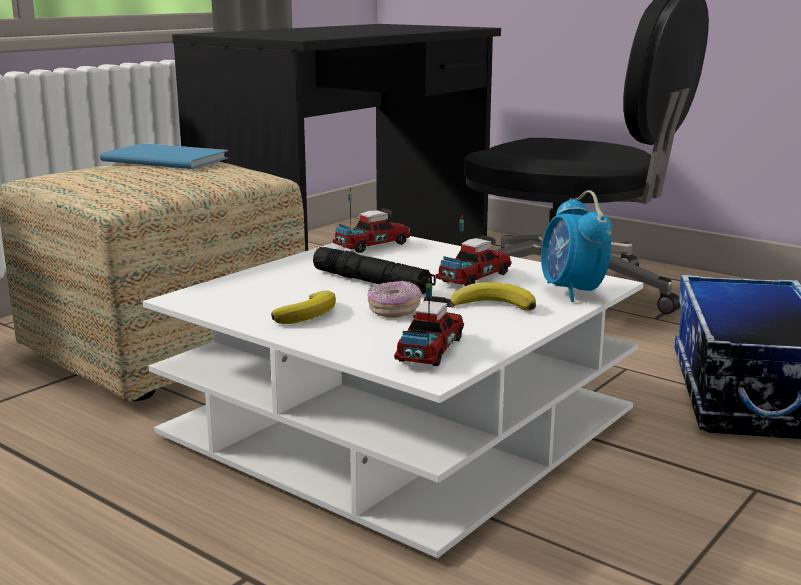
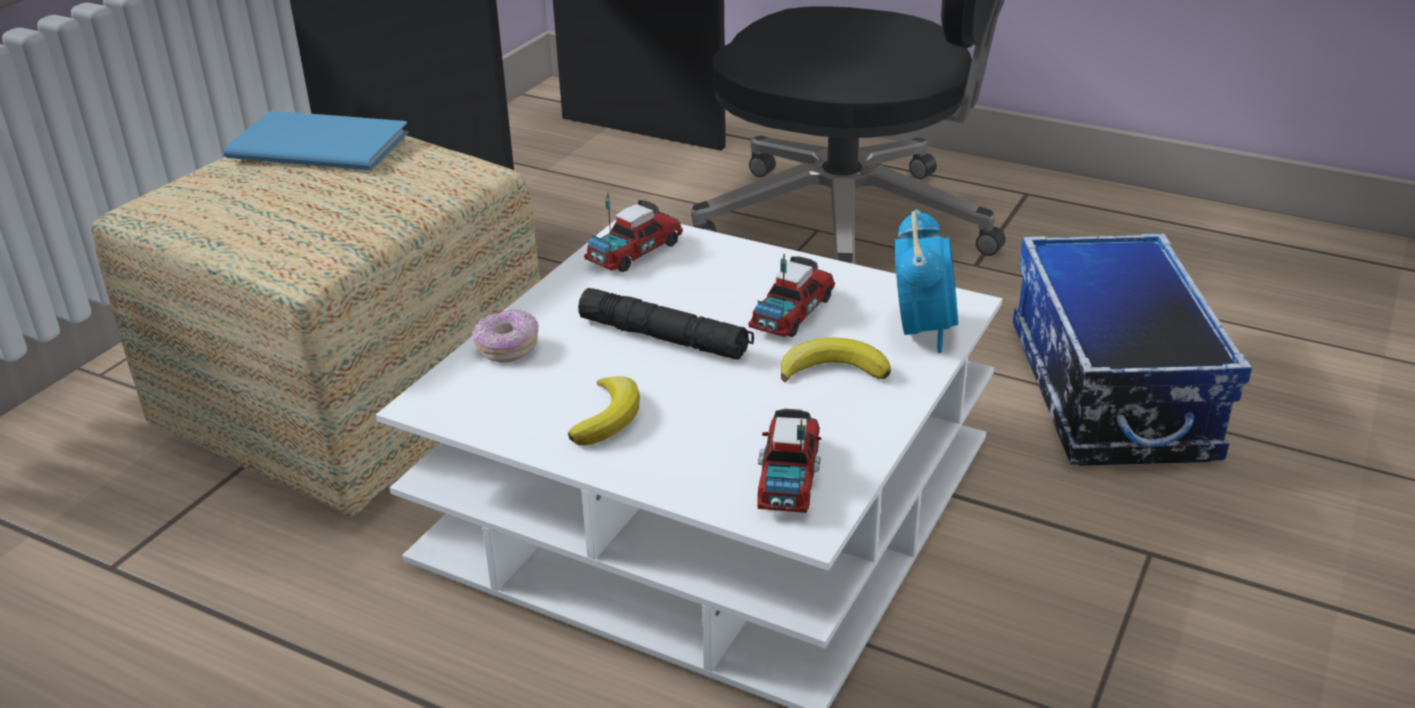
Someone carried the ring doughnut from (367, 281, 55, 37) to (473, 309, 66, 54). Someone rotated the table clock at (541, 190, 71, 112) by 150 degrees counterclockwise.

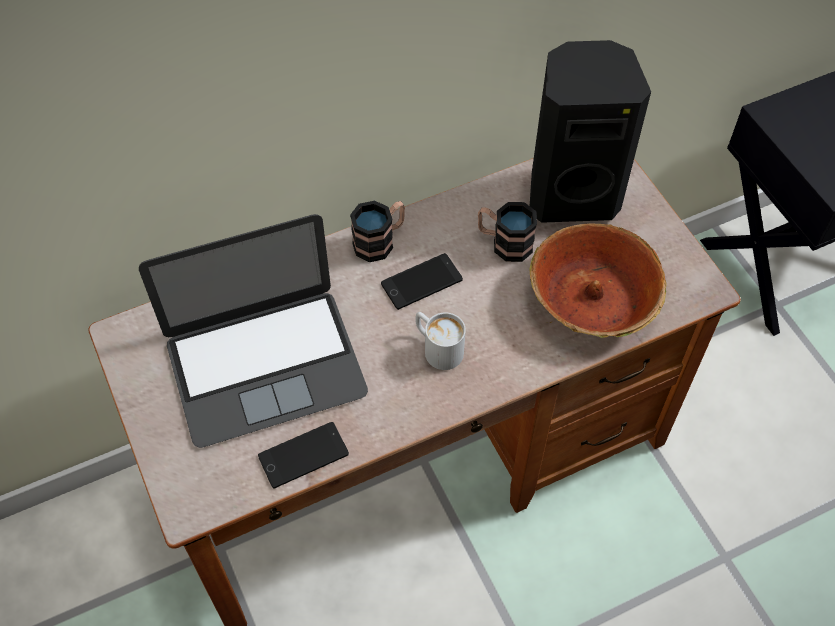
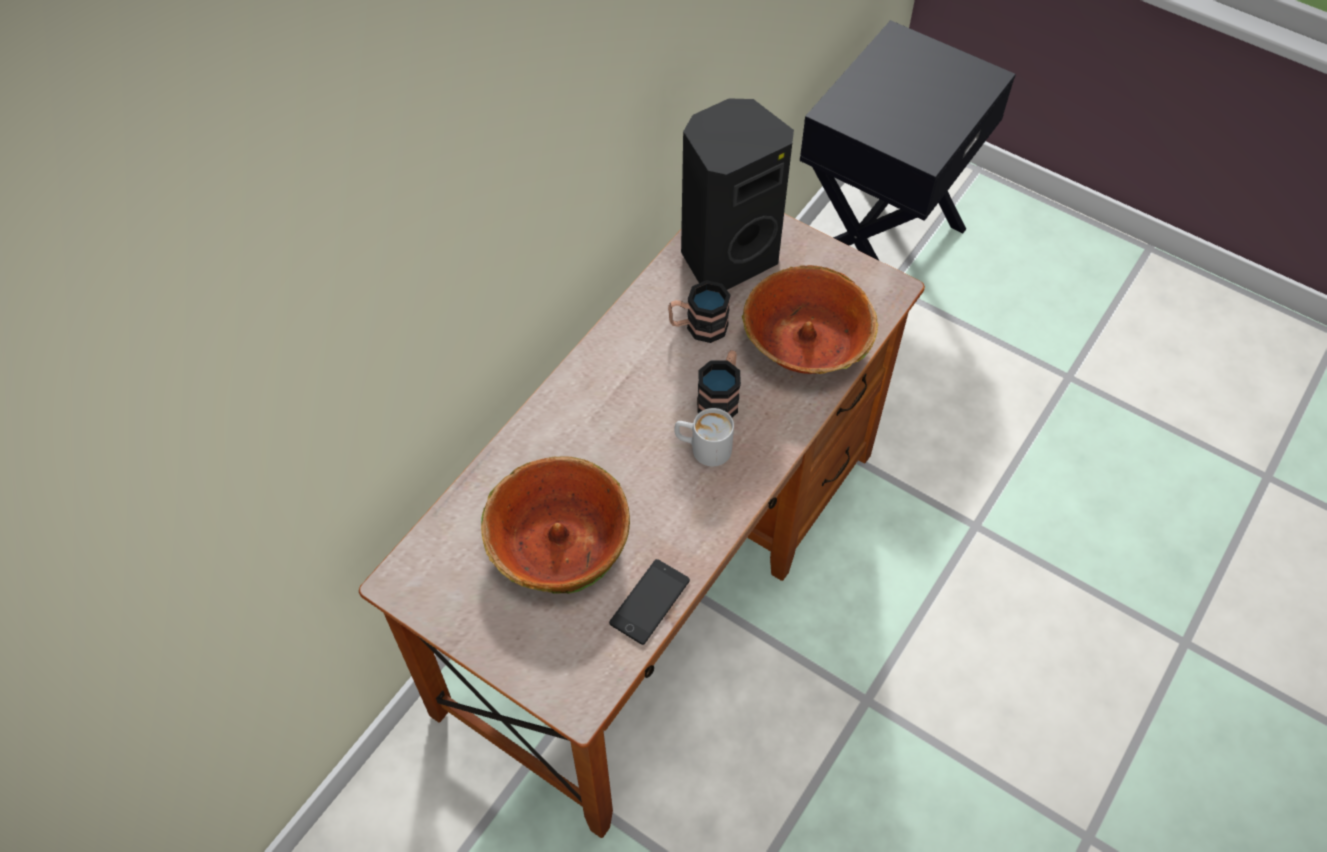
Someone took away the telephone at (381, 253, 82, 57). Someone carried the coffee mug from (350, 201, 55, 61) to (697, 350, 44, 67). Someone swapped the laptop at (139, 214, 229, 234) for the deep dish at (481, 456, 149, 138).

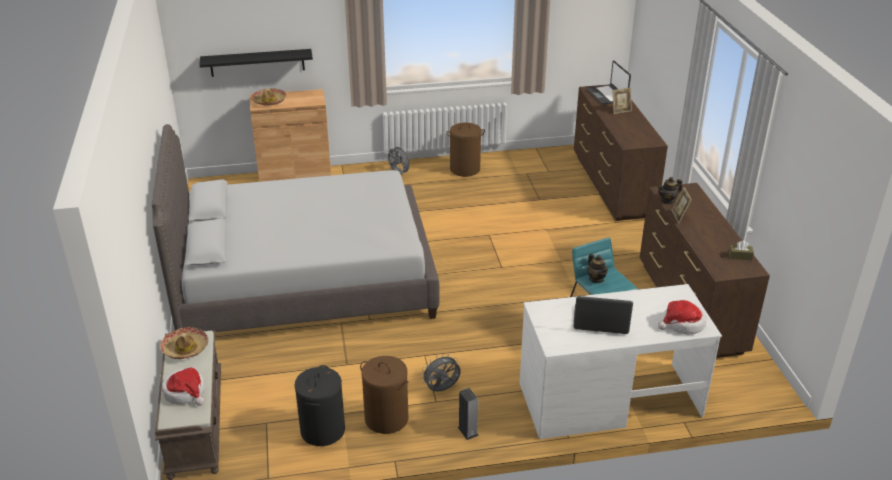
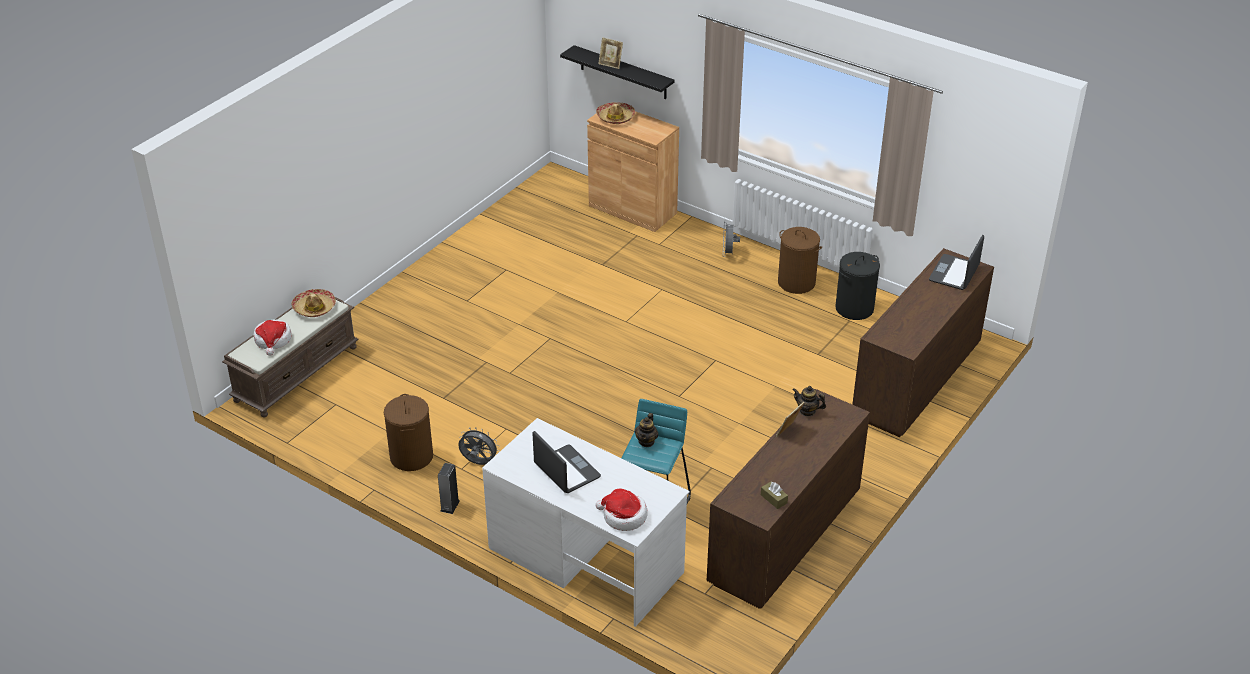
Someone took away the sleeping bed in greyish at (152, 124, 288, 208). Someone carried the laundry basket in blackish from (294, 365, 51, 81) to (835, 252, 45, 68). Someone carried the picture frame from (613, 88, 19, 26) to (598, 37, 25, 32).

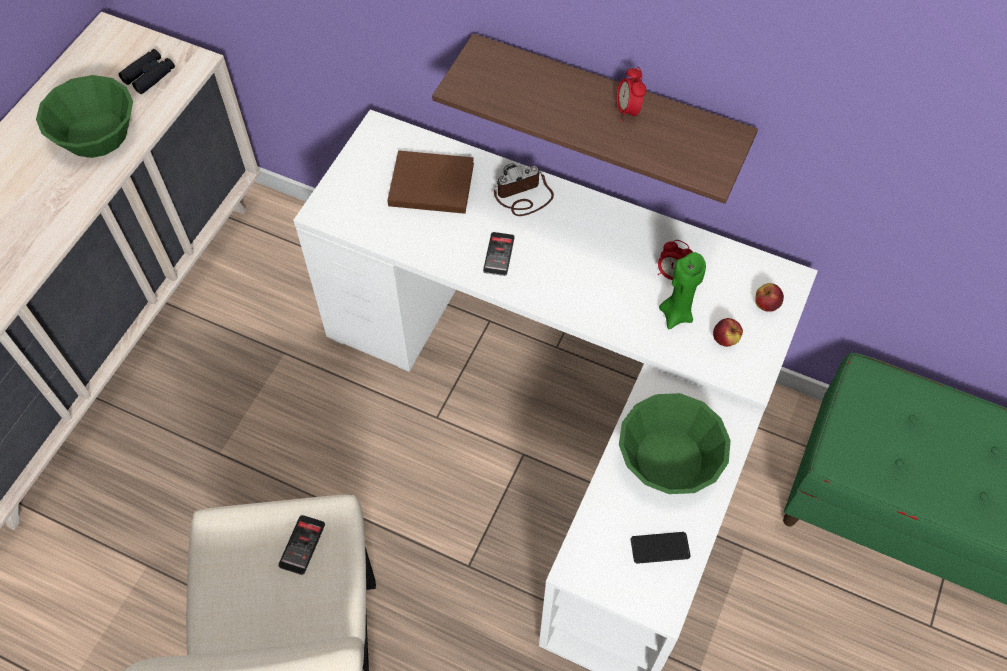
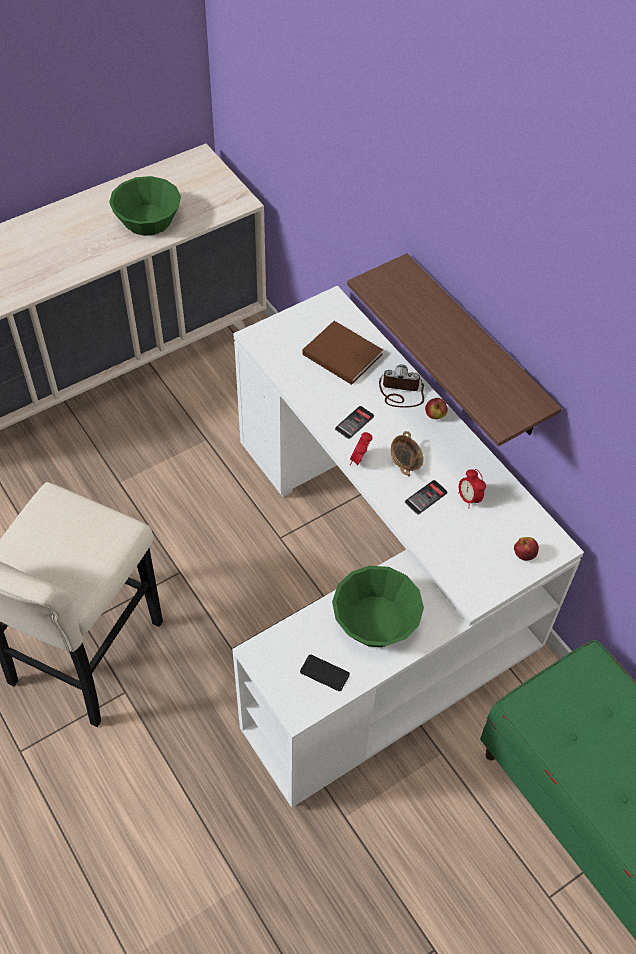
Someone took away the field glasses in blackish at (119, 49, 56, 45). Someone took away the wax candle in green at (659, 252, 47, 77). Someone put down the deep dish at (391, 431, 33, 45). Someone carried the telephone from (278, 515, 47, 60) to (405, 480, 42, 34). Someone carried the table clock from (617, 67, 30, 54) to (350, 432, 23, 33). Someone carried the whole apple from (713, 318, 30, 29) to (425, 398, 23, 21).

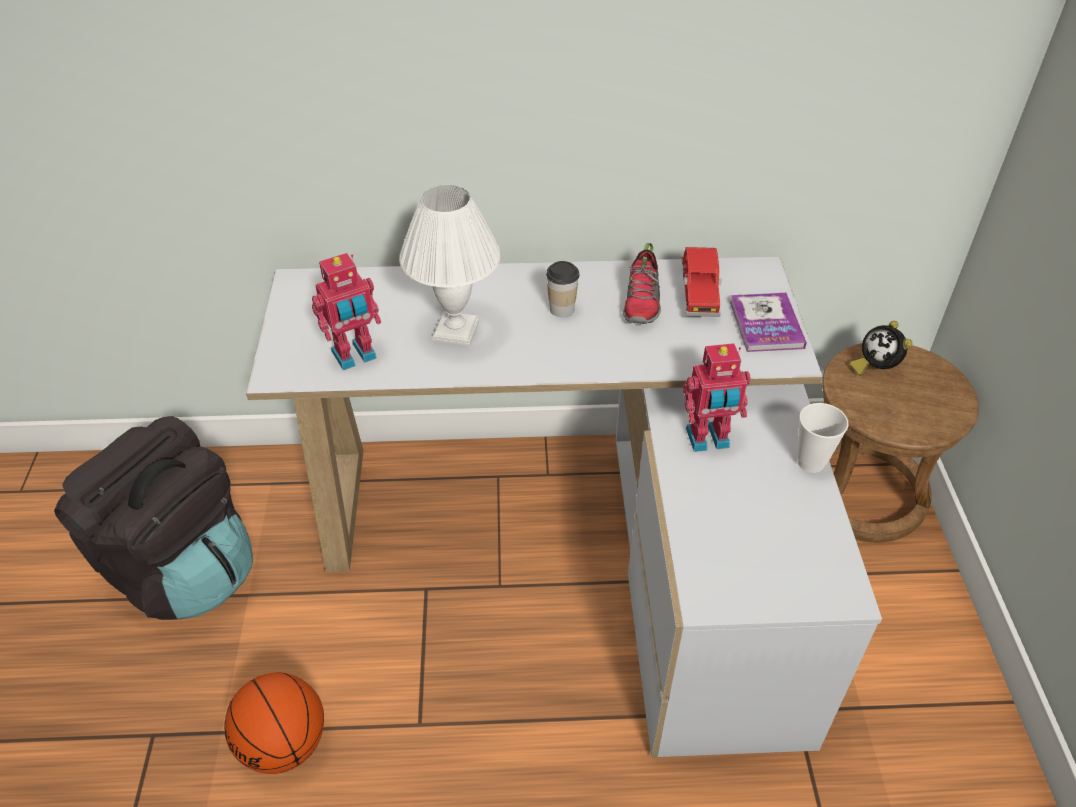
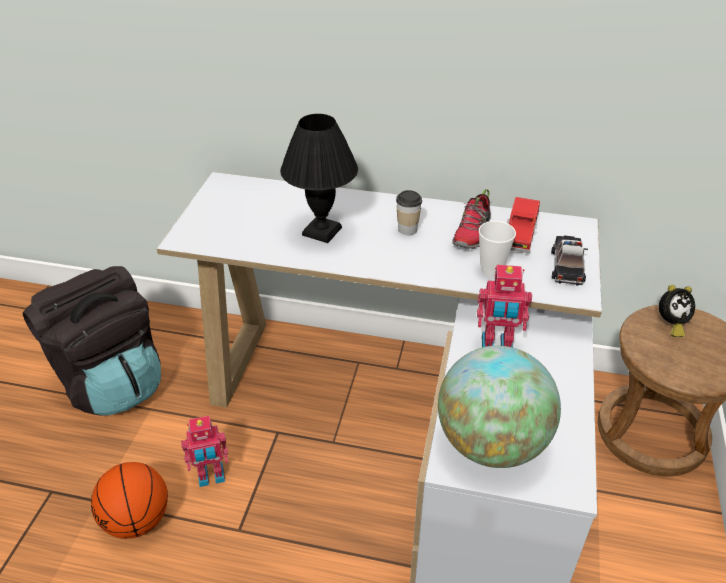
Someone put down the globe at (438, 346, 123, 122). Someone carried the toy robot from (312, 253, 69, 117) to (181, 416, 47, 71). Someone carried the drinking cup from (797, 403, 52, 70) to (479, 221, 37, 56). Someone swapped the volume at (730, 293, 77, 59) for the toy car at (551, 236, 37, 49). Someone repainted the lamp for a table in whitish at (399, 185, 102, 161), which became the lamp for a table in blackish at (280, 114, 78, 129). Someone rotated the table clock at (850, 321, 63, 54) by 90 degrees counterclockwise.

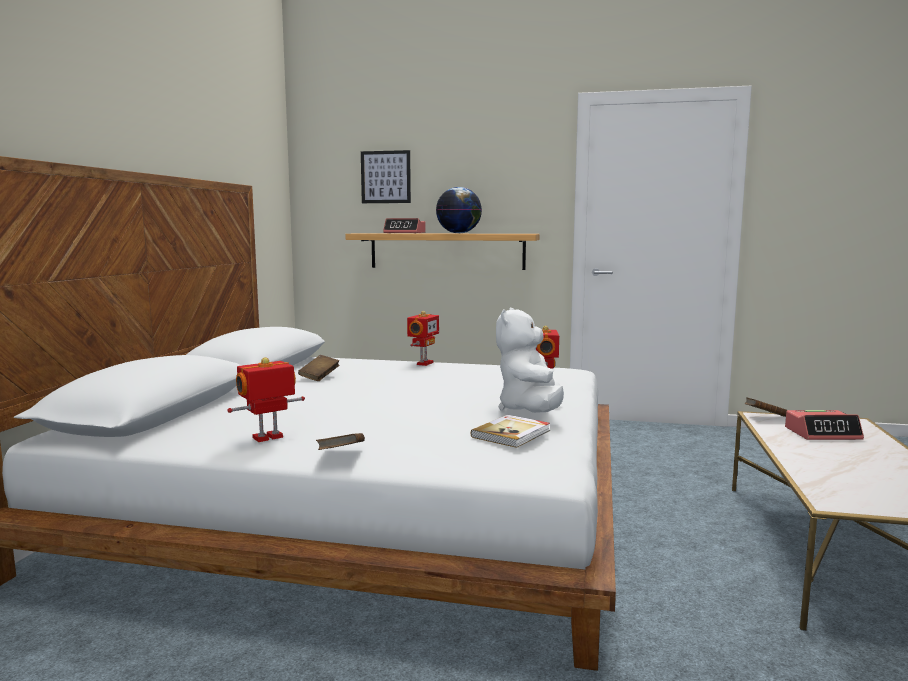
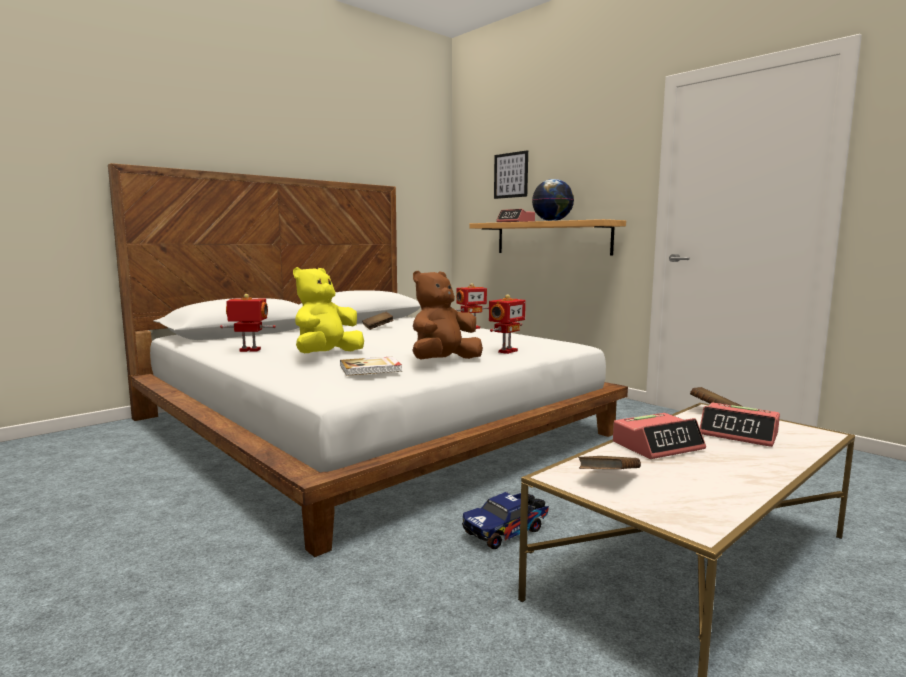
Someone put down the cuddly toy in yellow-coloured at (293, 267, 71, 86). Someone put down the toy lorry at (462, 492, 87, 57). Someone put down the table clock at (613, 413, 93, 46). Someone carried the volume in brown-coloured from (316, 433, 49, 17) to (578, 456, 63, 13). Someone repainted the cuddly toy in whitish at (496, 308, 68, 105), which became the cuddly toy in brown-coloured at (412, 271, 71, 88).

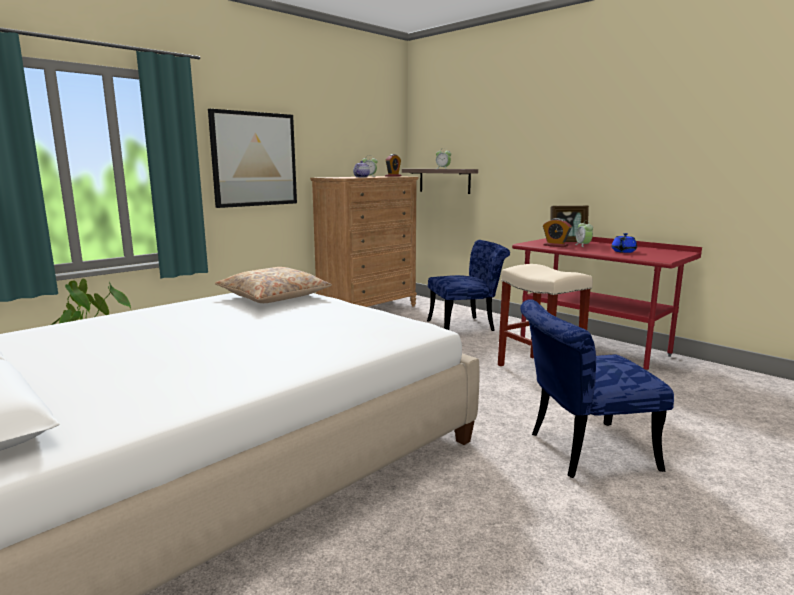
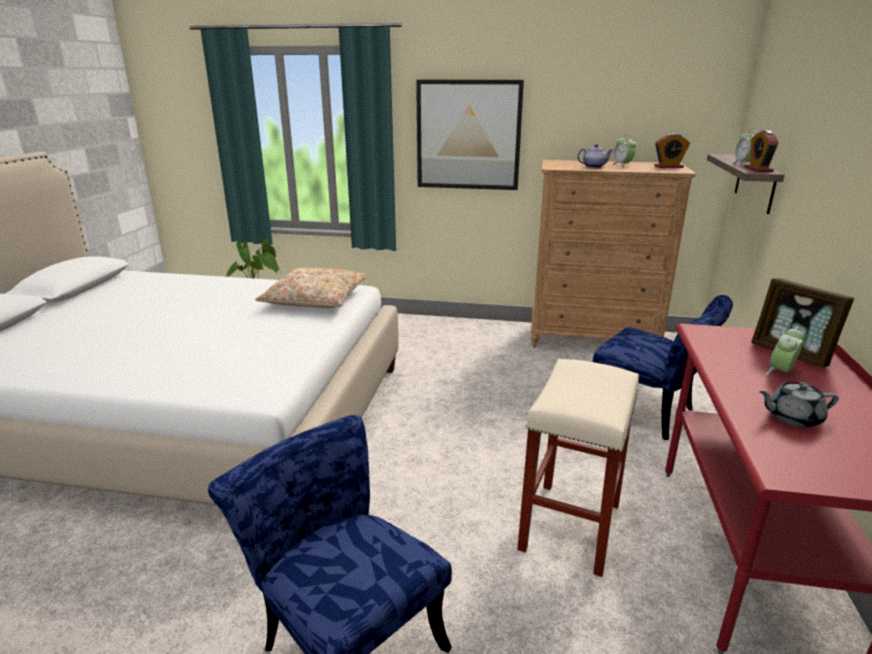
Someone carried the table clock from (543, 218, 29, 29) to (744, 131, 34, 41). Someone repainted the teapot in blue at (612, 233, 25, 20), which became the teapot in greyish at (759, 382, 80, 46).

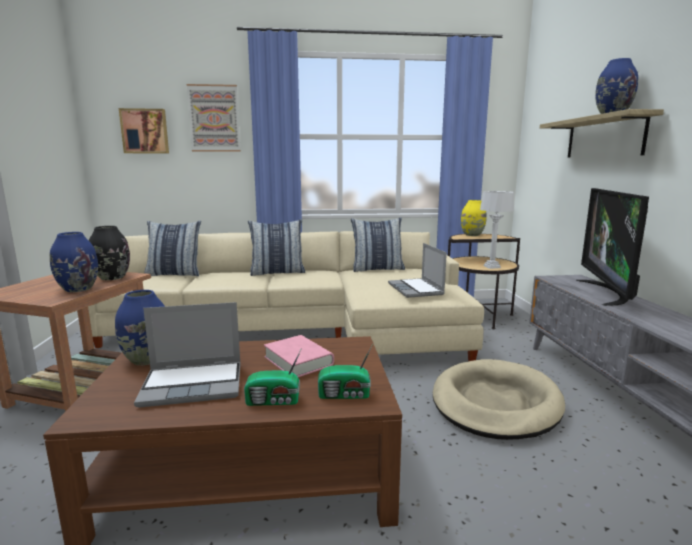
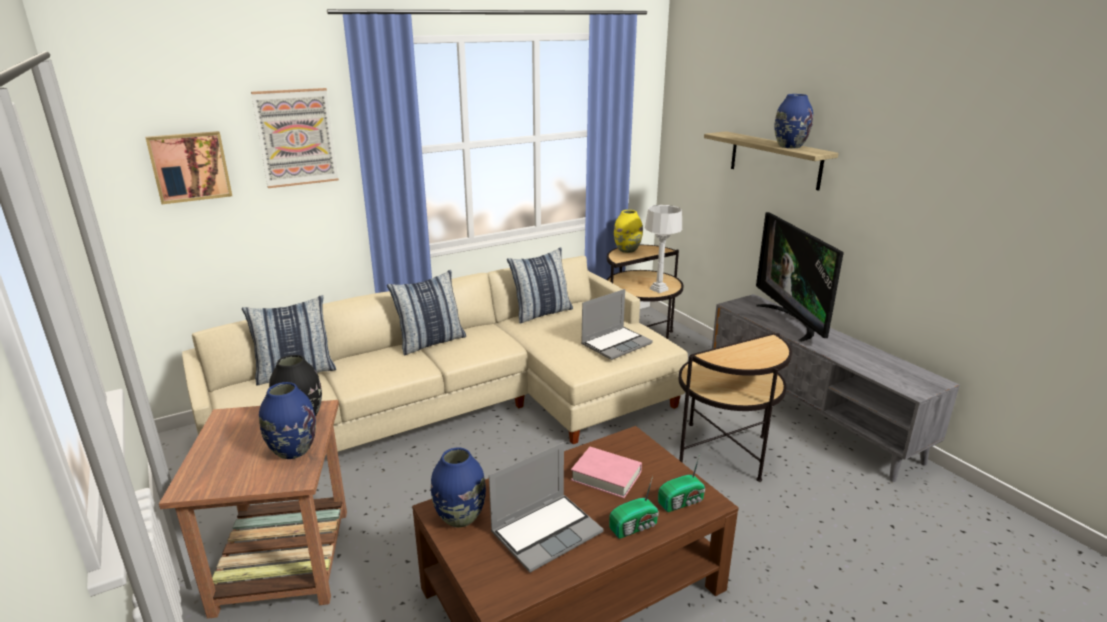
Someone swapped the pet bed in beige-coloured at (433, 359, 132, 81) for the end table at (678, 333, 114, 149). Someone rotated the laptop at (388, 243, 59, 55) by 90 degrees counterclockwise.

